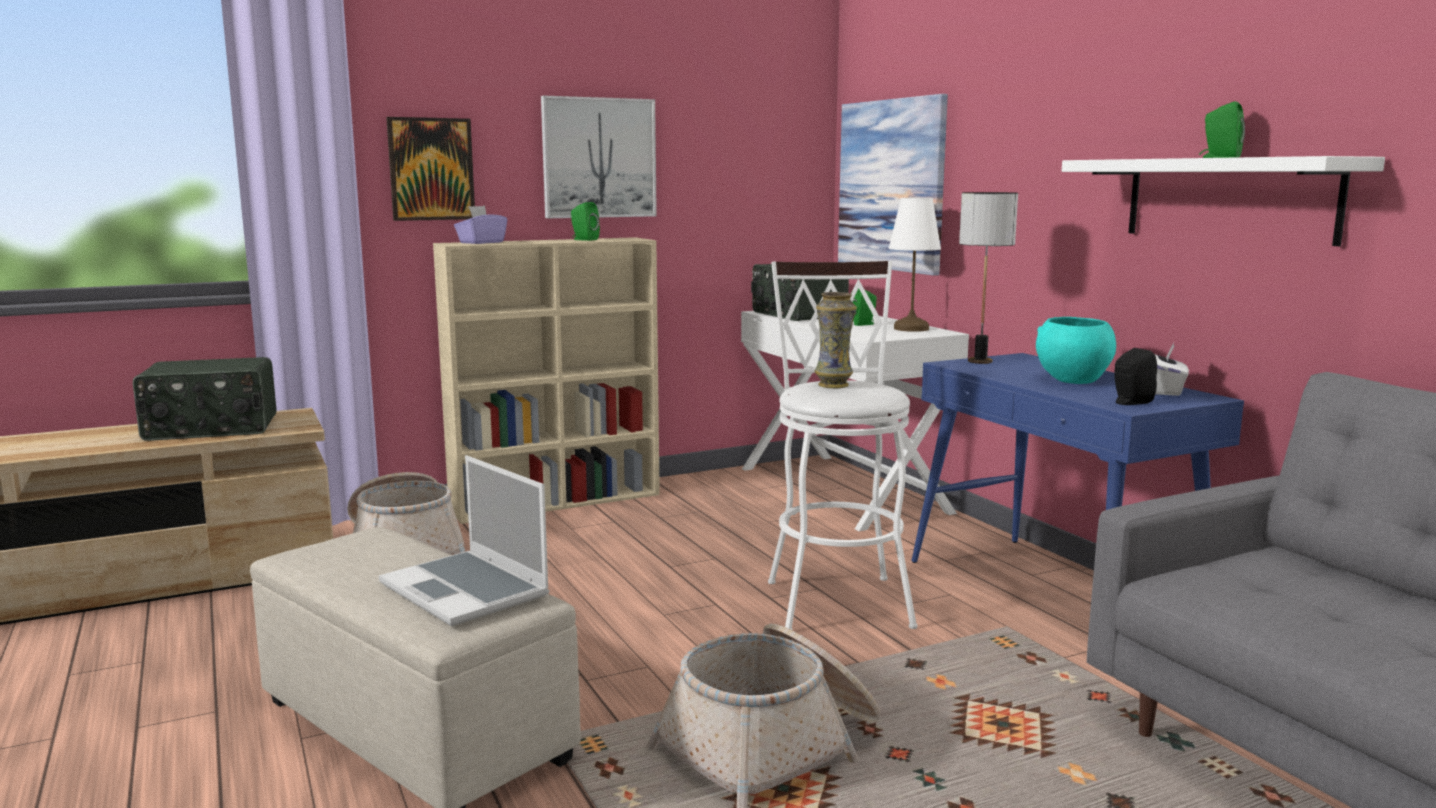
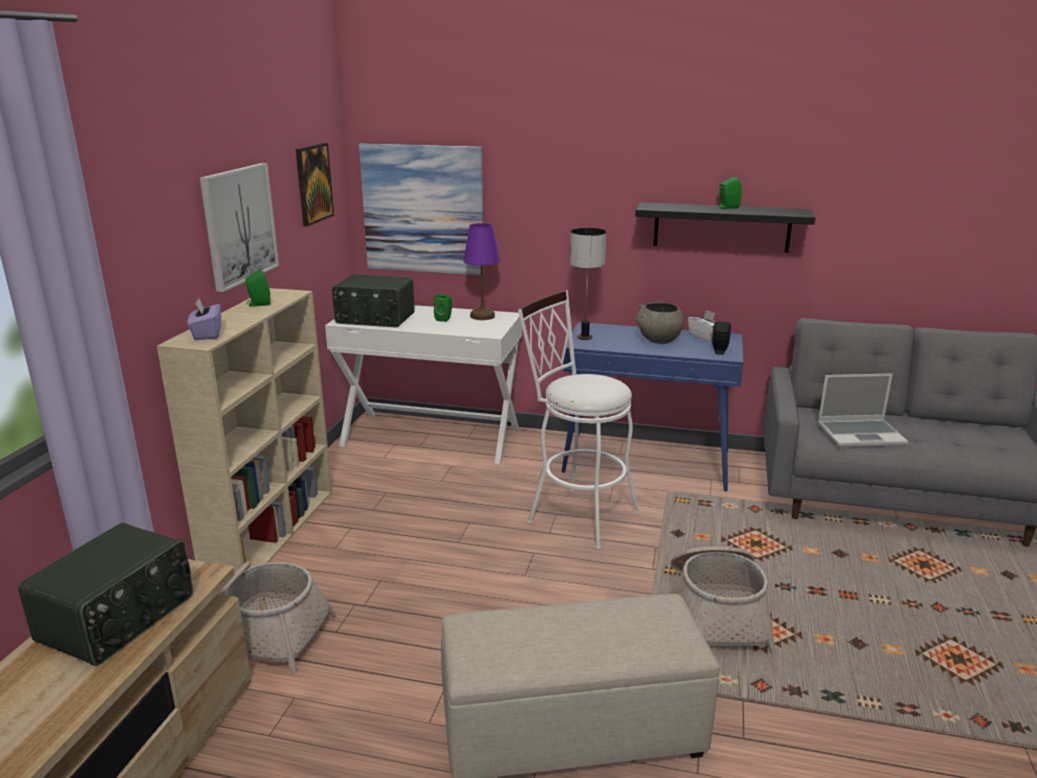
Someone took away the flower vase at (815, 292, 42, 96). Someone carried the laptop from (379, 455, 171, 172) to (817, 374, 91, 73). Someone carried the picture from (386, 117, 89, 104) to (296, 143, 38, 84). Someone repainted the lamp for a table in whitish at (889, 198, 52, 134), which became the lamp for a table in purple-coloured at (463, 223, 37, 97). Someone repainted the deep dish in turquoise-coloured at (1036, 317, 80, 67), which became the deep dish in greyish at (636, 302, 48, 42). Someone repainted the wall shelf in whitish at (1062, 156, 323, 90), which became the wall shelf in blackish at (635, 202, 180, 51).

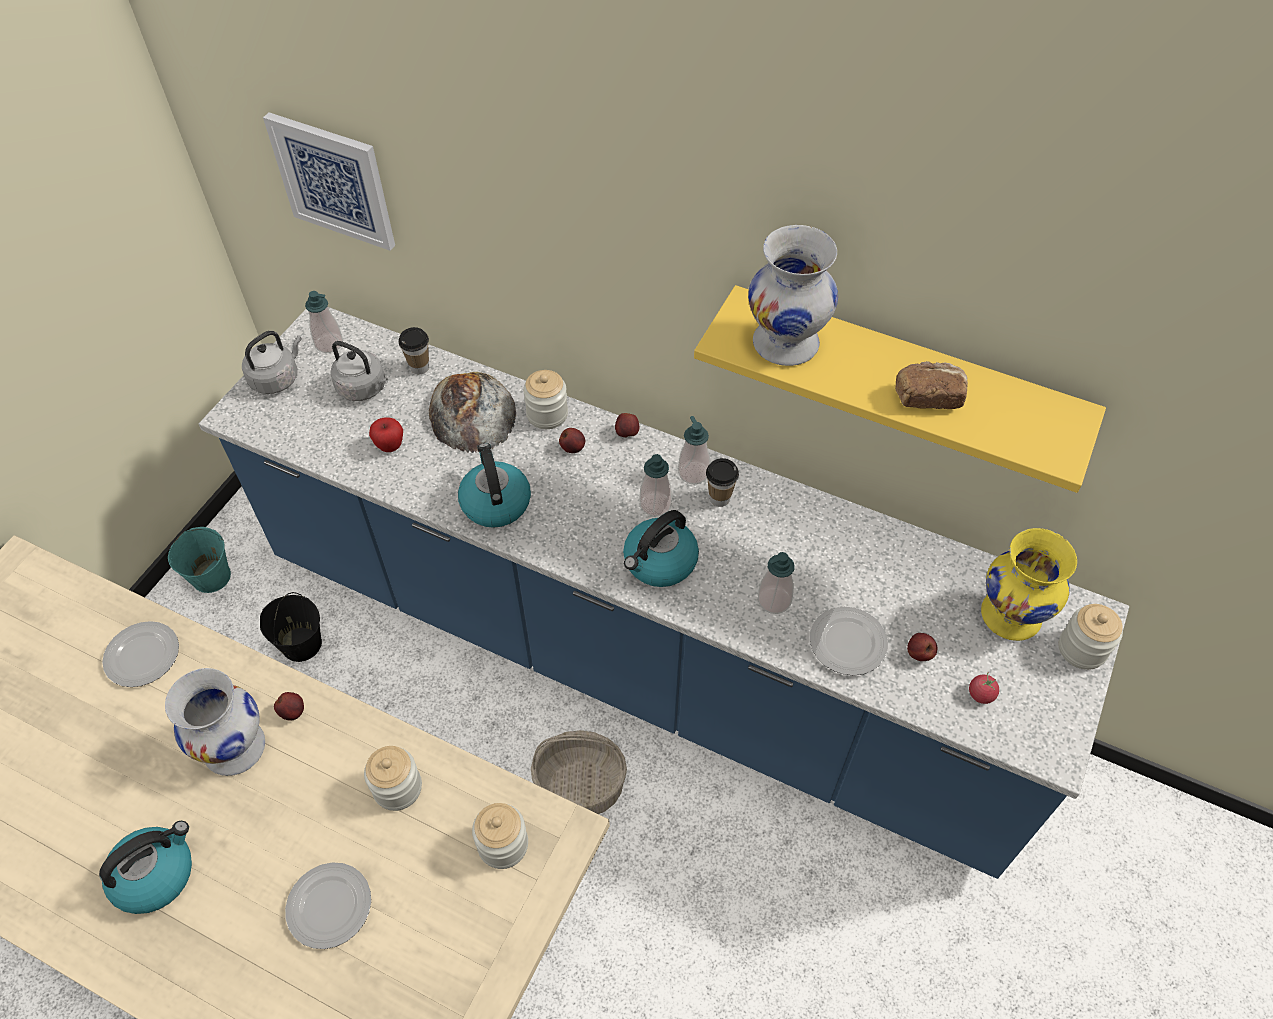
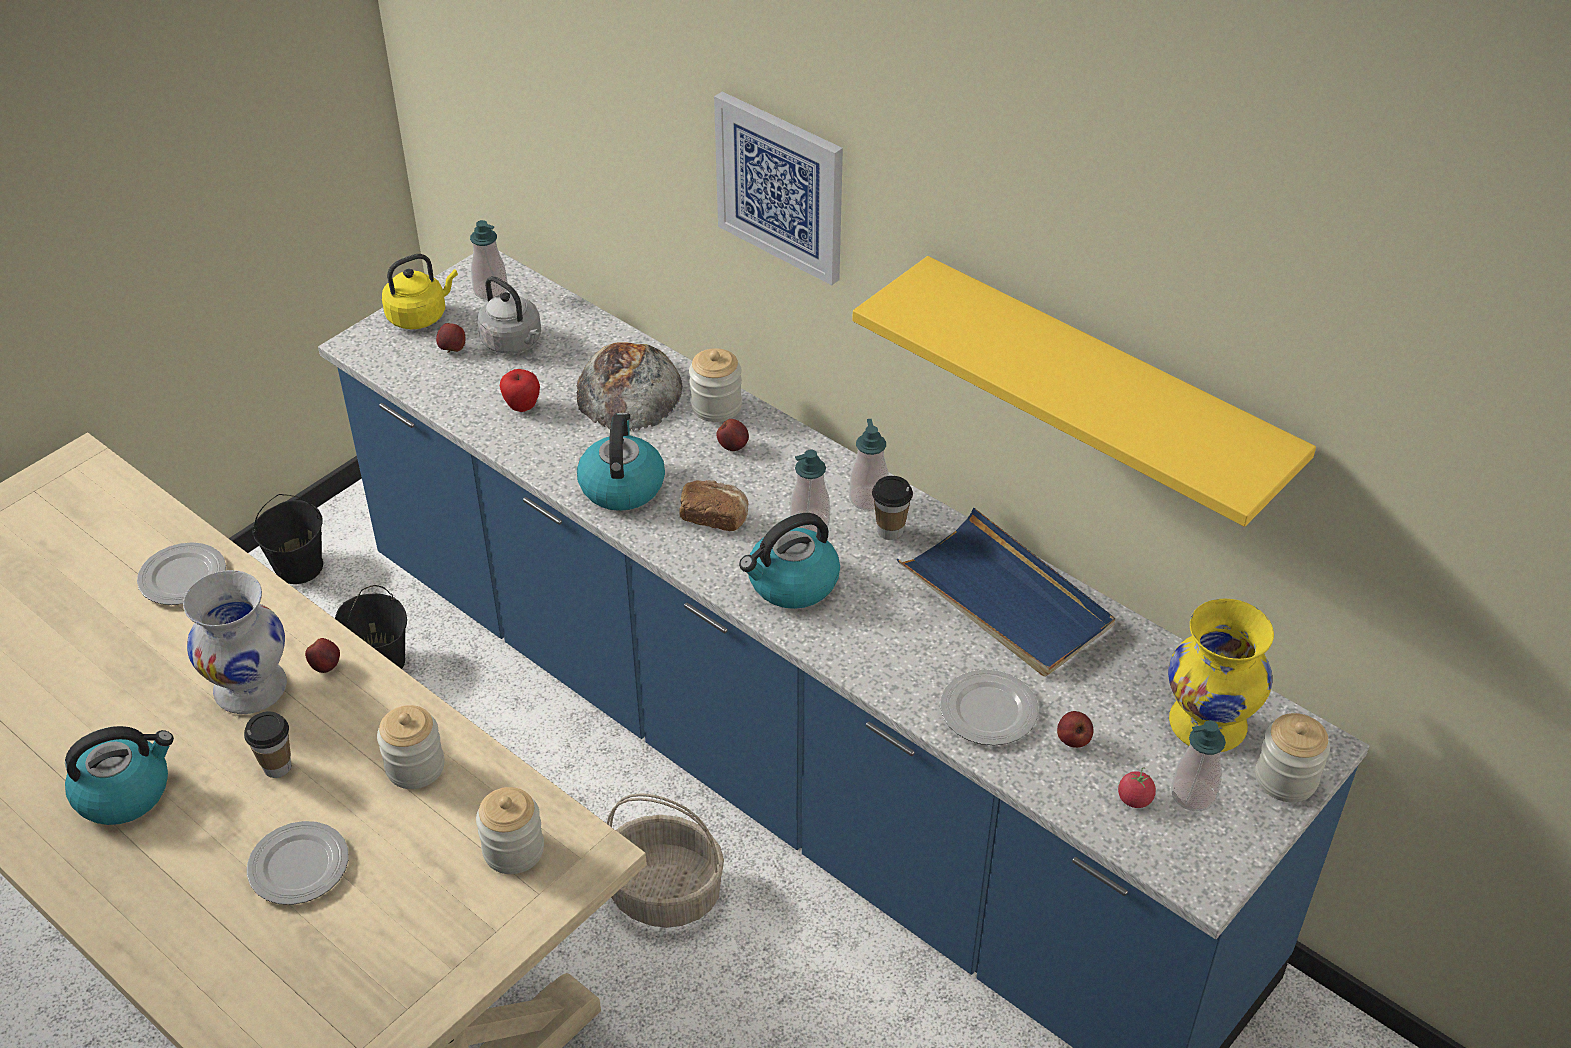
Someone took away the flower vase in whitish at (748, 225, 90, 141). Someone put down the carrying tray in blue at (897, 508, 218, 169). Someone carried the picture from (263, 113, 132, 138) to (714, 92, 129, 193). Someone carried the drinking cup from (399, 327, 30, 47) to (244, 712, 47, 66). Someone carried the whole apple from (615, 413, 24, 25) to (436, 323, 30, 30). Someone carried the soap dispenser from (758, 552, 37, 62) to (1171, 720, 55, 91). Someone carried the bread from (895, 361, 73, 48) to (679, 480, 69, 51). Someone repainted the water bucket in turquoise-coloured at (168, 527, 63, 66), which became the water bucket in blackish at (252, 494, 71, 90). Someone repainted the tea kettle in greyish at (242, 331, 60, 63), which became the tea kettle in yellow-coloured at (382, 254, 76, 75).

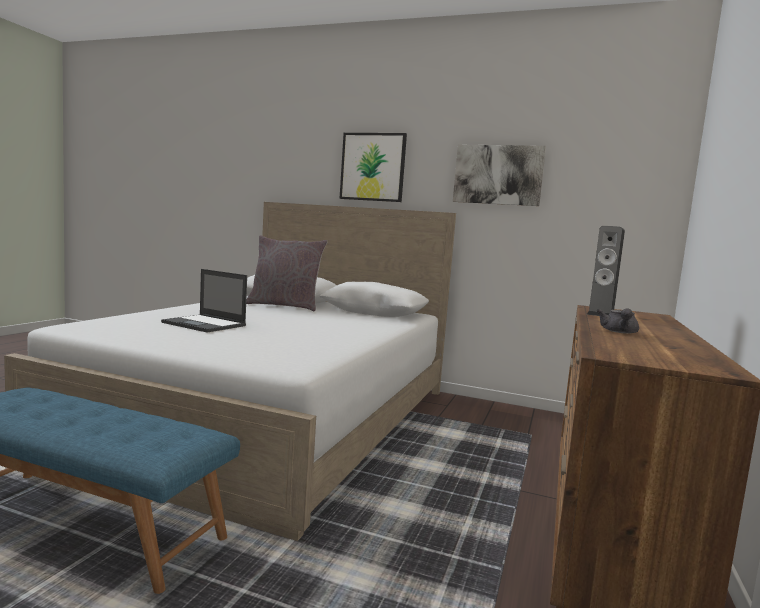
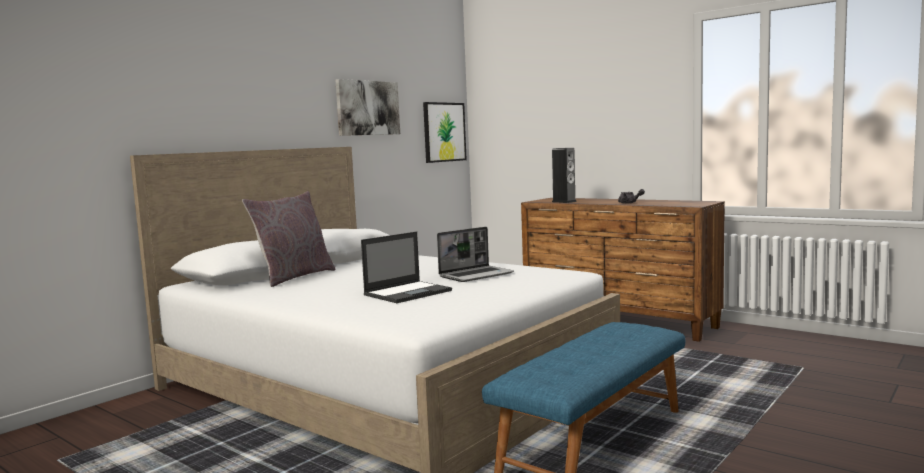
Someone put down the laptop at (437, 227, 77, 55). Someone carried the picture from (339, 133, 68, 69) to (423, 102, 44, 61).

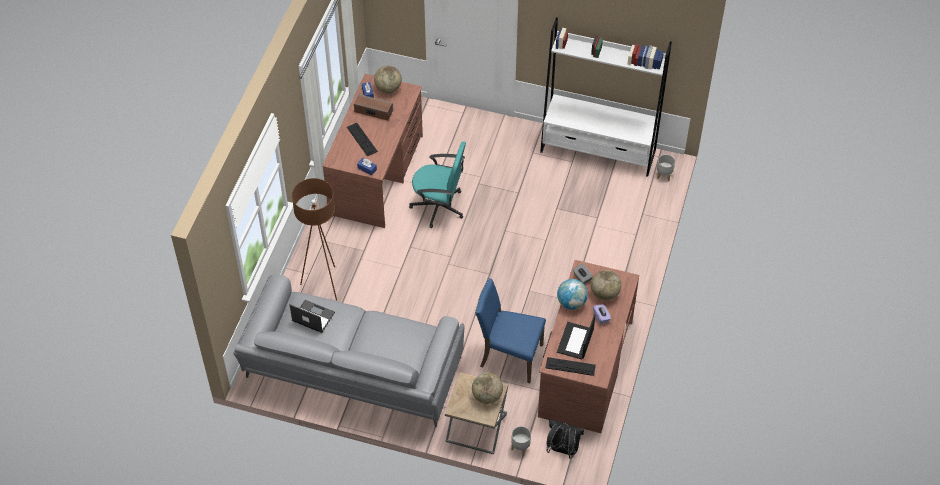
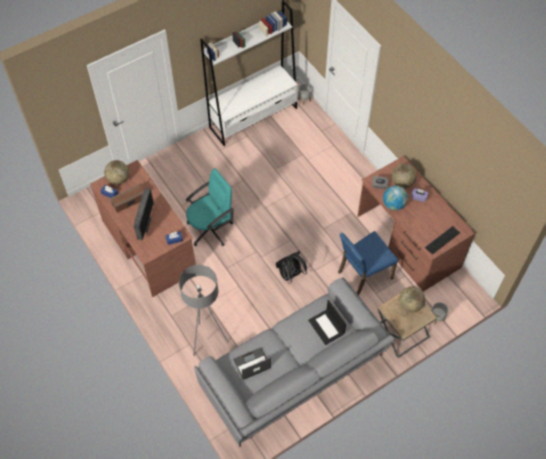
Someone carried the rucksack in blackish from (546, 420, 38, 39) to (276, 251, 31, 33). Someone carried the laptop from (557, 314, 38, 45) to (308, 300, 38, 45). Someone swapped the PC keyboard at (347, 123, 31, 33) for the computer display at (134, 188, 20, 52). Someone repainted the floor lamp in brown-coloured at (292, 178, 45, 123), which became the floor lamp in greyish at (179, 265, 49, 91).

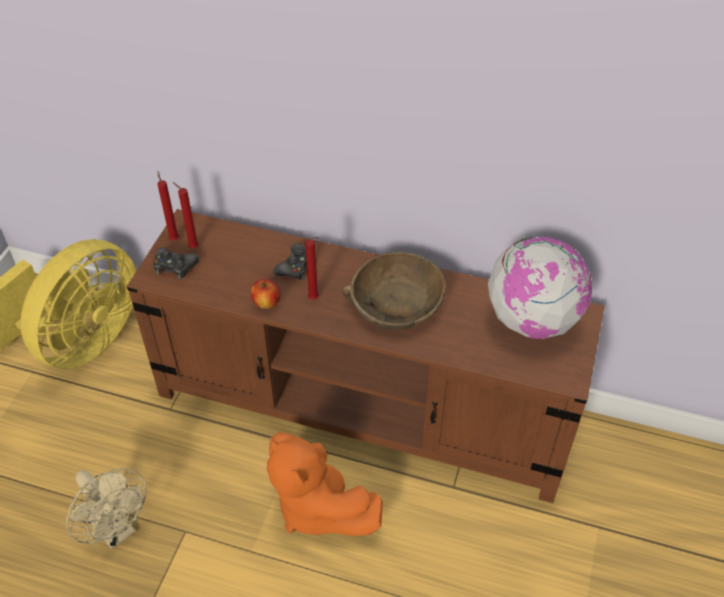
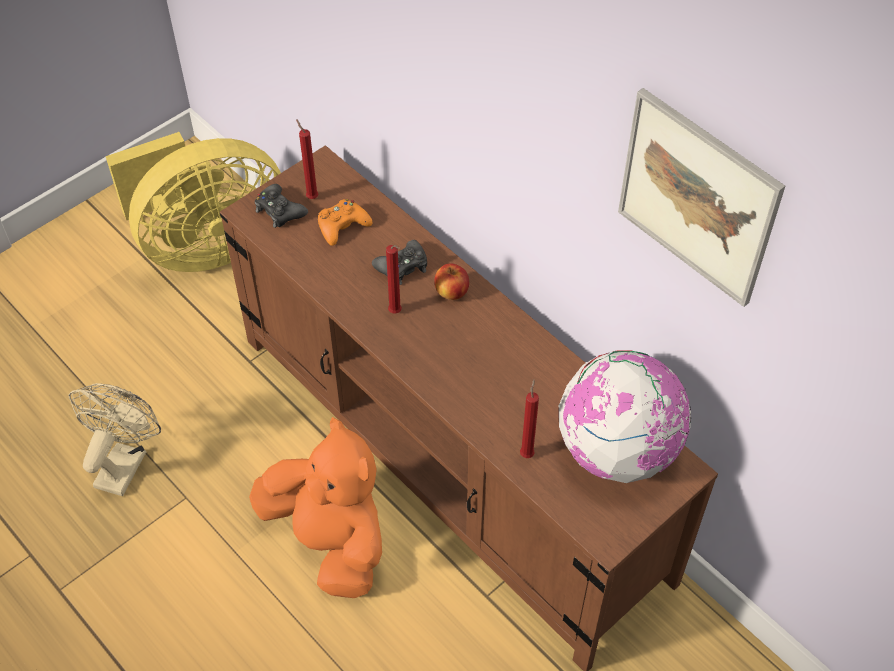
Someone took away the deep dish in brown-coloured at (342, 252, 104, 78). Someone put down the joypad in orangey at (318, 199, 54, 47). Someone put up the picture at (618, 88, 167, 219). Someone carried the wax candle in red from (157, 171, 22, 70) to (520, 379, 19, 79). Someone carried the whole apple from (251, 279, 30, 30) to (434, 263, 35, 37). Someone rotated the cooling fan in beige-coloured at (66, 468, 81, 81) by 150 degrees counterclockwise. Someone rotated the cuddly toy in orangey at (267, 432, 116, 104) by 150 degrees clockwise.

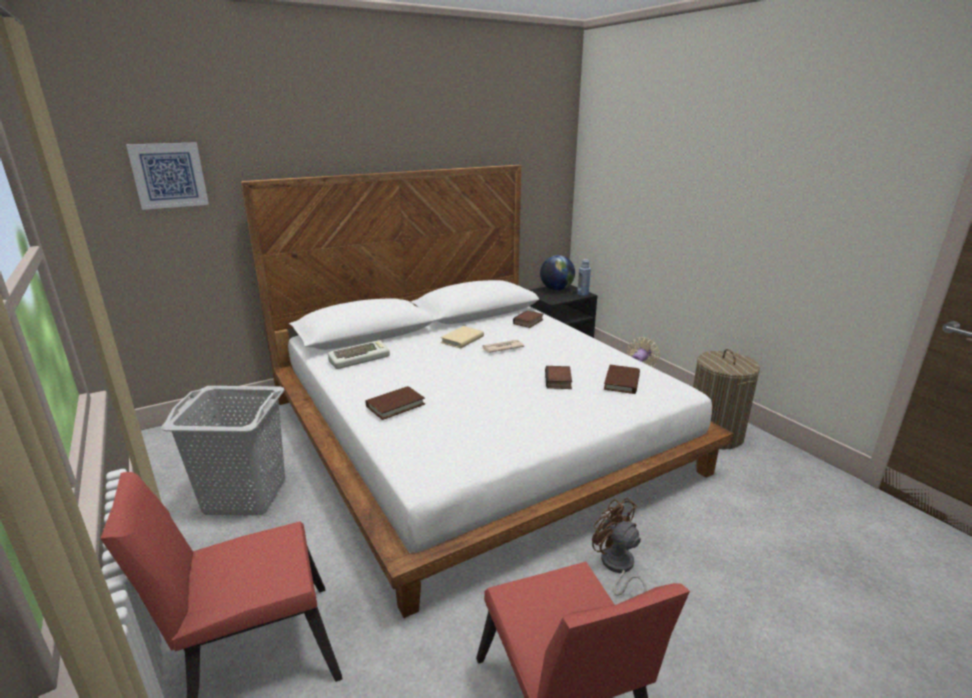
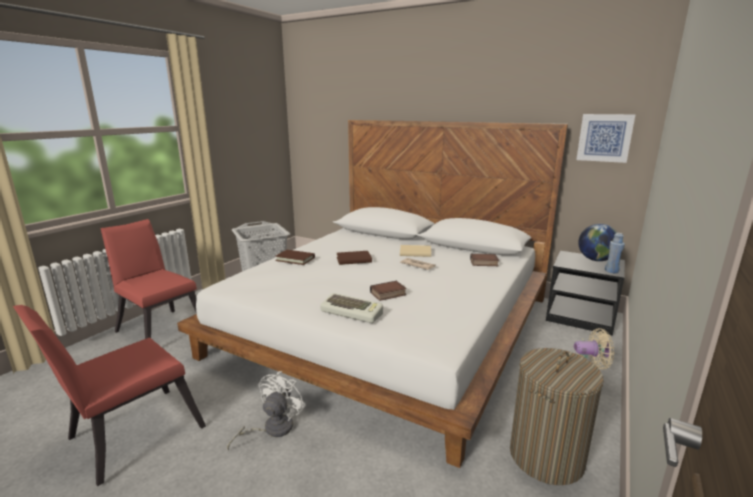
Someone carried the picture from (126, 142, 83, 68) to (576, 114, 59, 49). Someone carried the PC keyboard from (328, 340, 62, 29) to (320, 293, 63, 30). Someone carried the volume in brown-coloured from (604, 365, 36, 29) to (337, 251, 35, 14). Someone repainted the cooling fan in brown-coloured at (592, 498, 54, 98), which became the cooling fan in whitish at (227, 371, 79, 79).

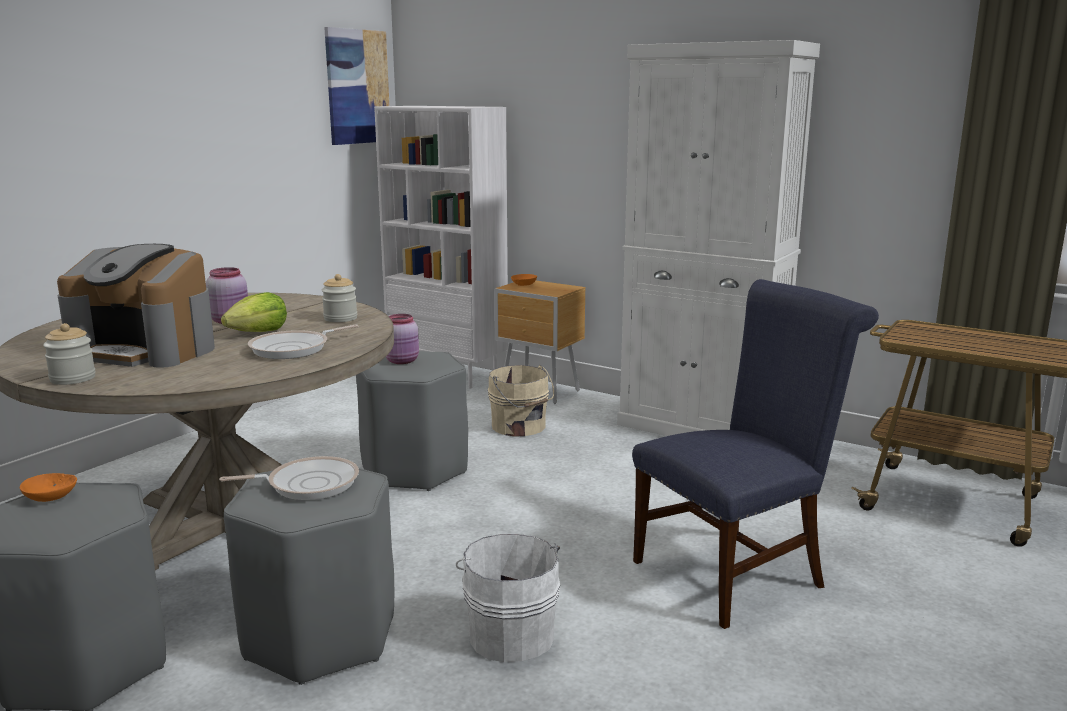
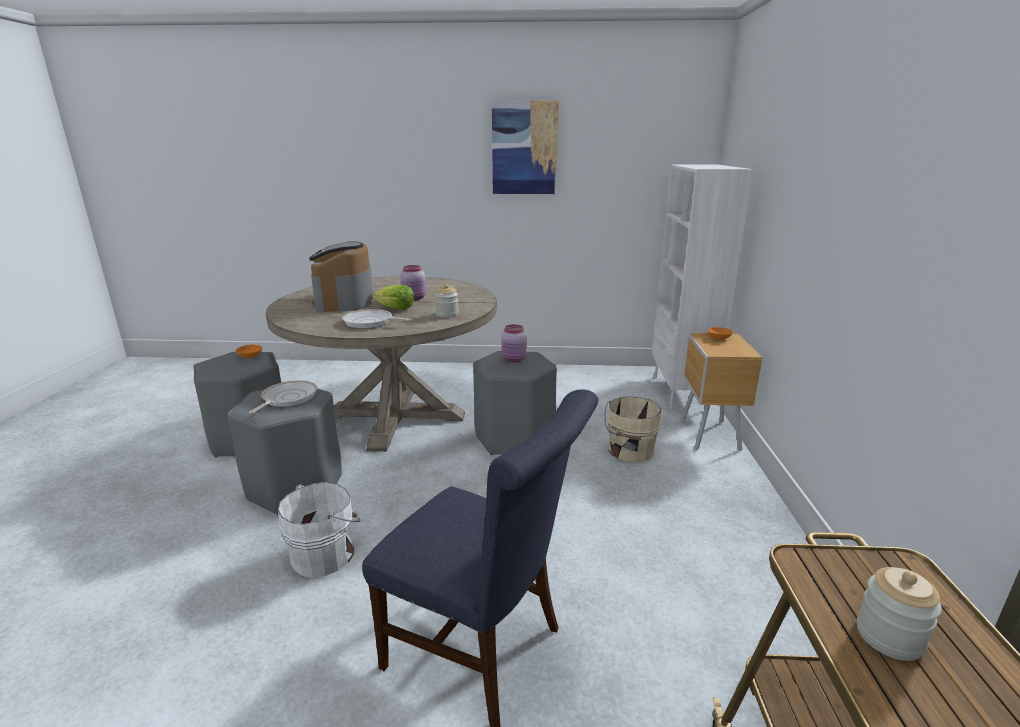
Someone took away the storage cabinet in whitish at (617, 40, 203, 396). Someone carried the preserve jar from (43, 323, 53, 62) to (857, 567, 85, 94). Someone carried the picture from (324, 27, 65, 118) to (492, 100, 67, 94). Someone rotated the pan at (219, 456, 140, 44) by 120 degrees counterclockwise.

